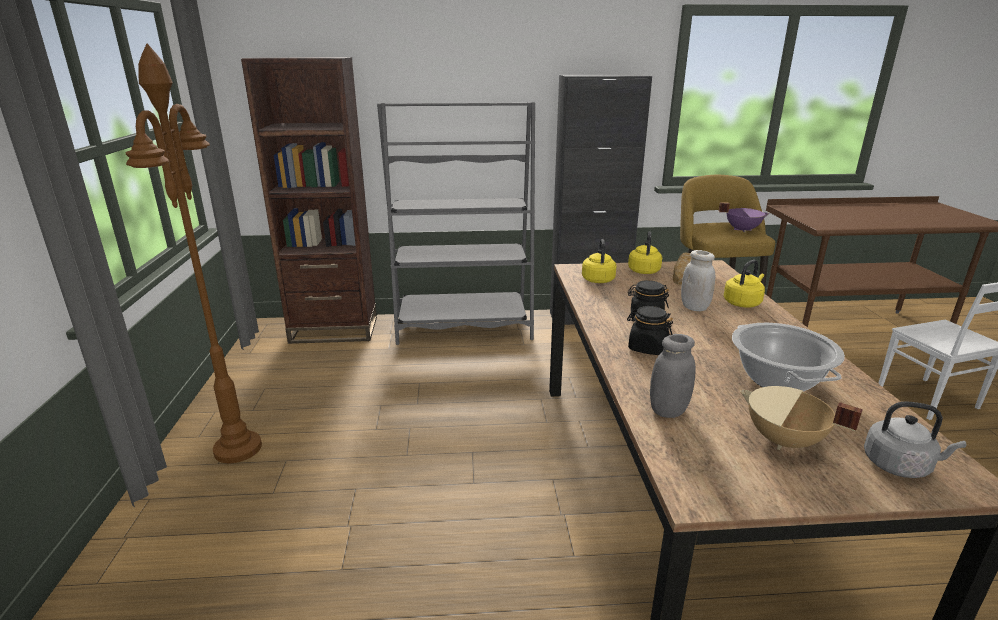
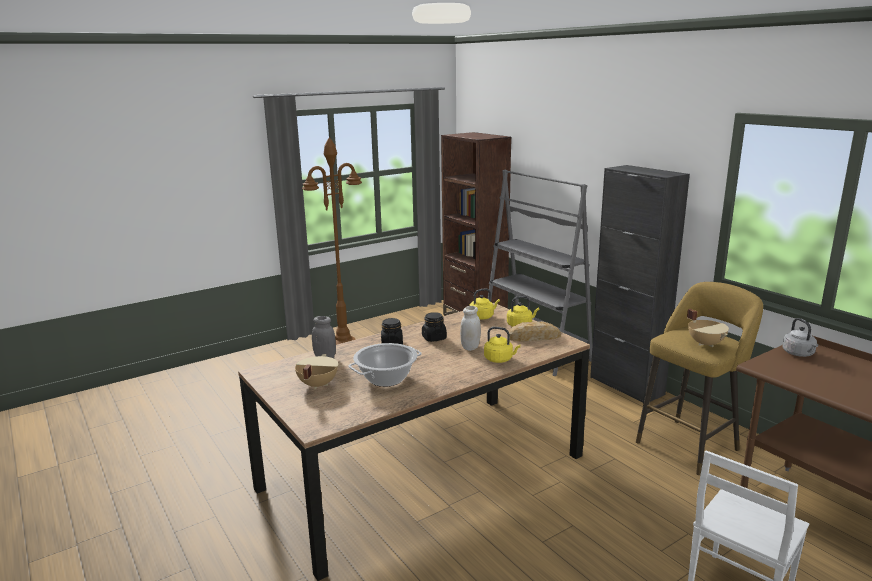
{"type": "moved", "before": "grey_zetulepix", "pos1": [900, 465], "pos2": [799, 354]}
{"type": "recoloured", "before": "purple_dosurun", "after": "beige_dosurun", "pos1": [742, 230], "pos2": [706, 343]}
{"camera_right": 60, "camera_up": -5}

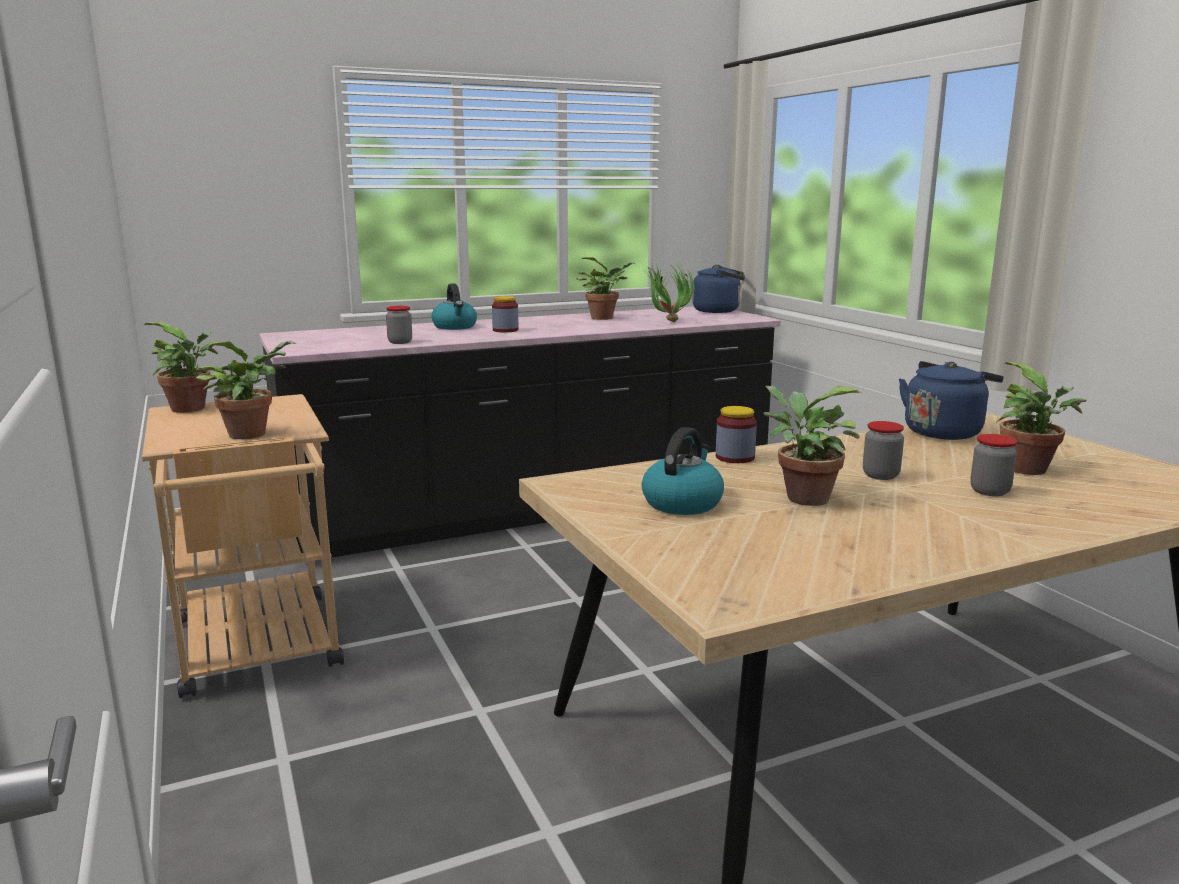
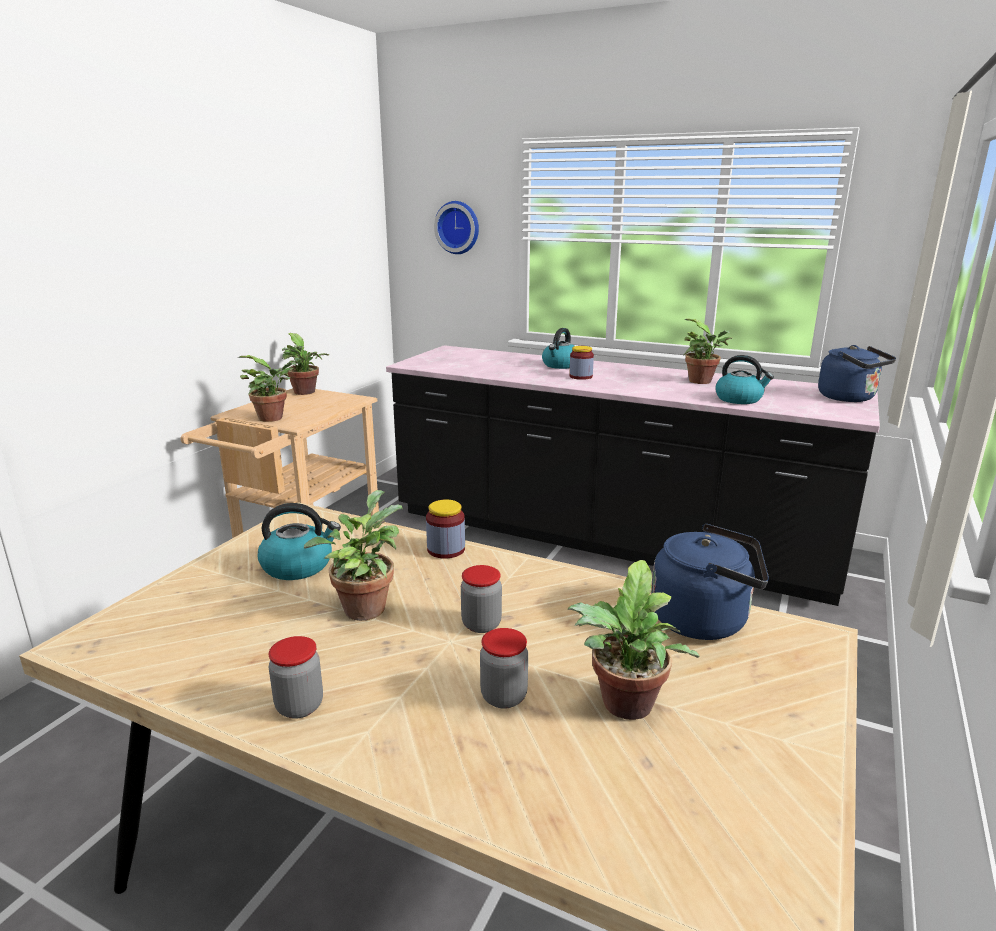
{"type": "added", "after": "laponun", "pos2": [458, 227]}
{"type": "moved", "before": "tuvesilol", "pos1": [400, 342], "pos2": [299, 706]}
{"type": "replaced", "before": "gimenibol", "after": "zetulepix", "pos1": [665, 322], "pos2": [739, 399]}
{"camera_right": 50, "camera_up": 5}

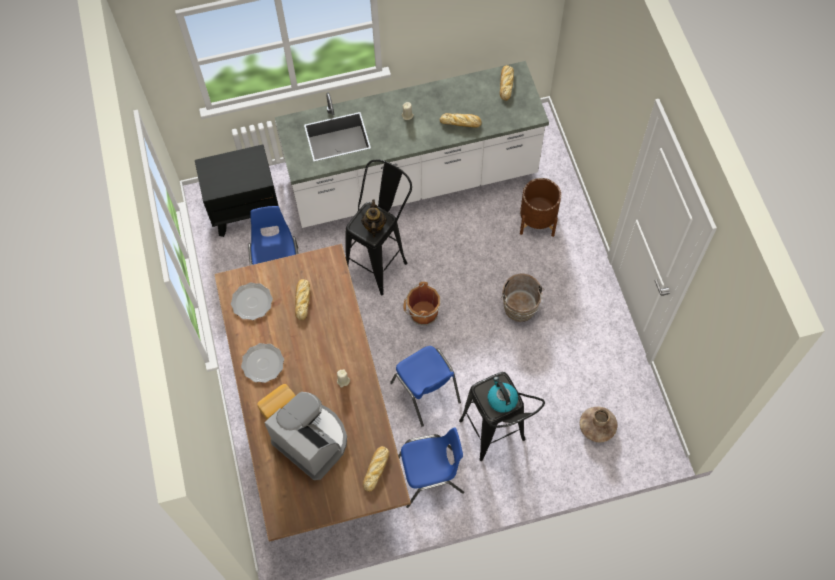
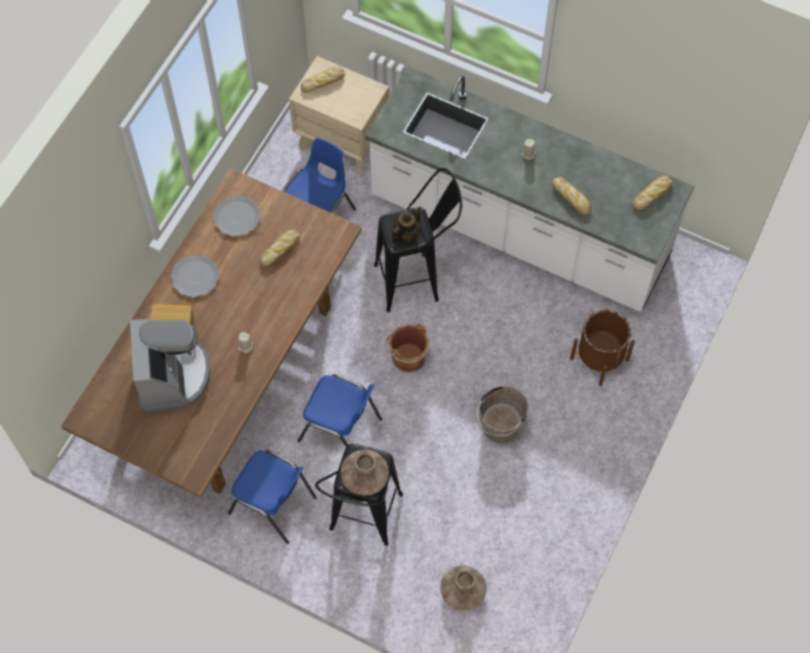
{"type": "moved", "before": "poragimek", "pos1": [376, 468], "pos2": [323, 81]}
{"type": "replaced", "before": "zetulepix", "after": "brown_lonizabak", "pos1": [501, 399], "pos2": [365, 477]}
{"type": "recoloured", "before": "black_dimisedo", "after": "beige_dimisedo", "pos1": [246, 210], "pos2": [342, 140]}
{"type": "turned", "before": "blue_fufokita", "pos1": [426, 393], "pos2": [341, 430], "turn": -75}
{"camera_right": 40, "camera_up": 0}

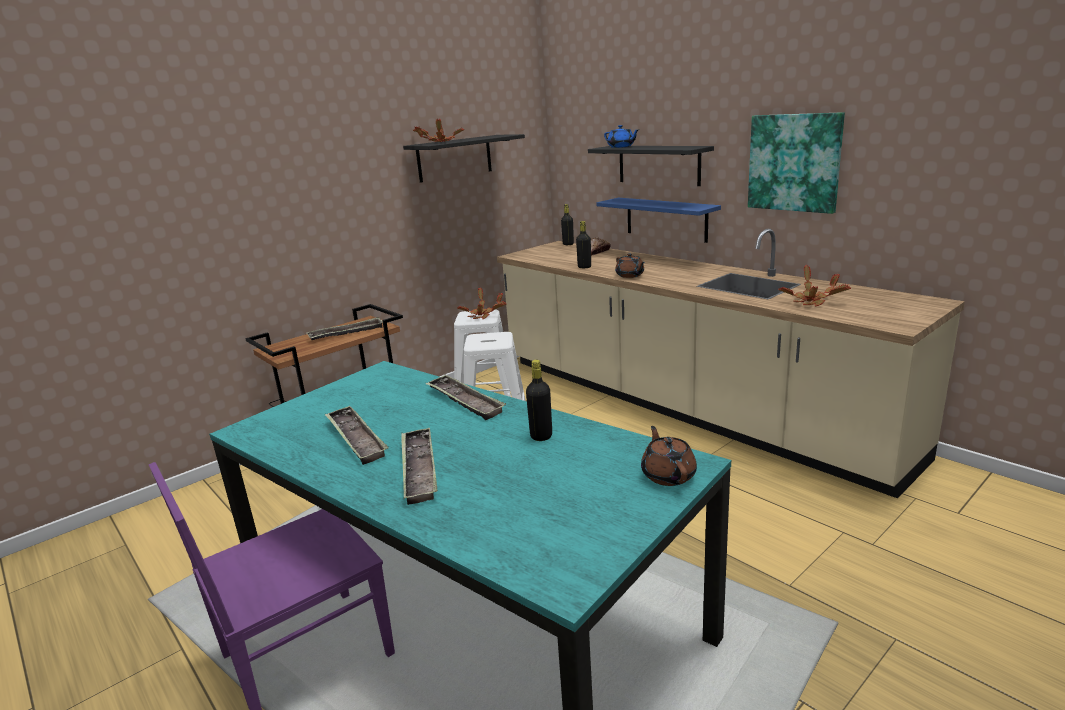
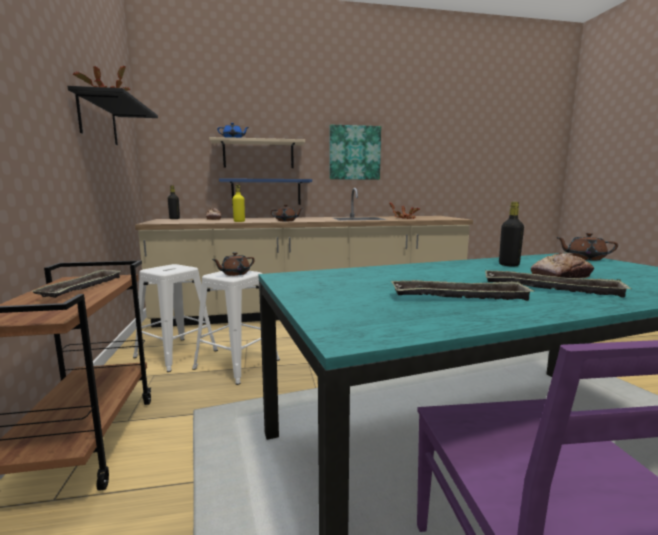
{"type": "removed", "before": "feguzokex", "pos1": [465, 401]}
{"type": "removed", "before": "gimenibol", "pos1": [483, 315]}
{"type": "added", "after": "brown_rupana", "pos2": [235, 274]}
{"type": "added", "after": "poragimek", "pos2": [561, 276]}
{"type": "recoloured", "before": "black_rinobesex", "after": "yellow_rinobesex", "pos1": [584, 267], "pos2": [239, 221]}
{"type": "recoloured", "before": "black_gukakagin", "after": "beige_gukakagin", "pos1": [658, 165], "pos2": [258, 154]}
{"camera_right": -60, "camera_up": -10}

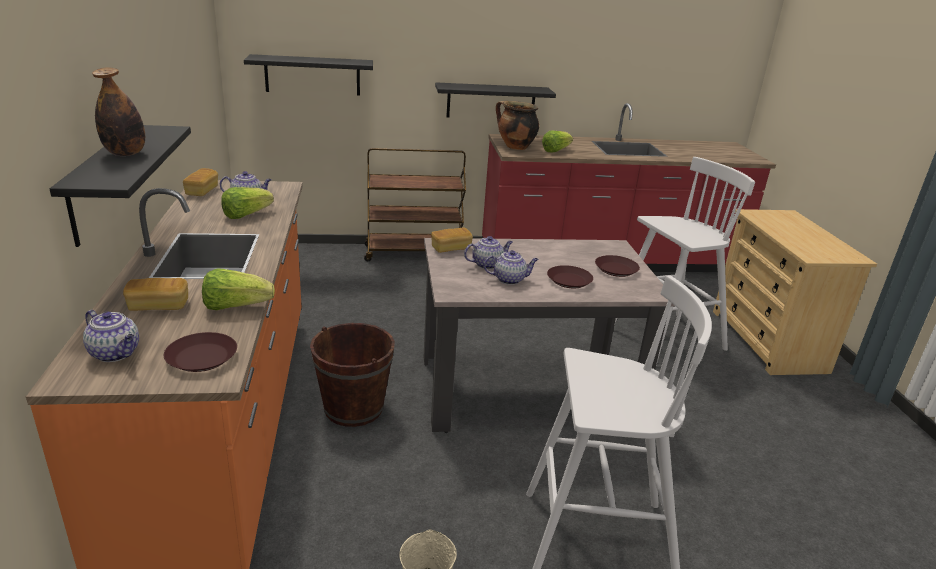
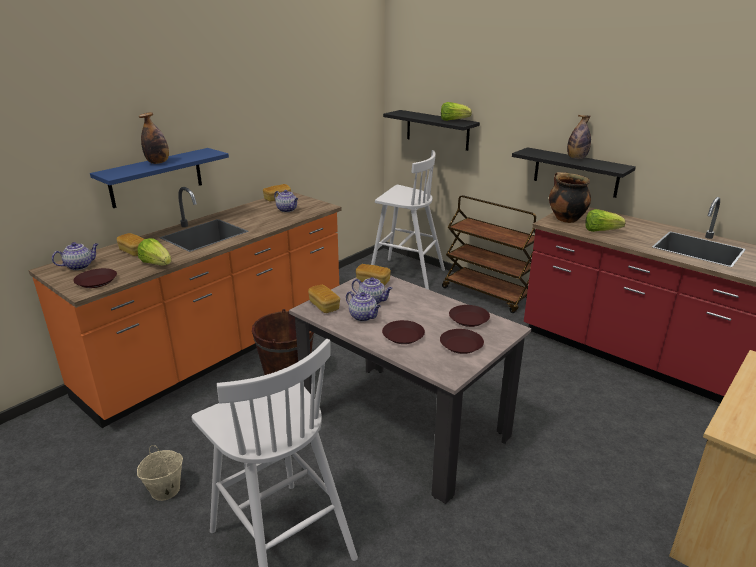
{"type": "added", "after": "poragimek", "pos2": [324, 306]}
{"type": "added", "after": "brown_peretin", "pos2": [469, 319]}
{"type": "added", "after": "rinobesex", "pos2": [576, 158]}
{"type": "moved", "before": "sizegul", "pos1": [246, 215], "pos2": [453, 120]}
{"type": "moved", "before": "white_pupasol", "pos1": [664, 339], "pos2": [405, 274]}
{"type": "recoloured", "before": "black_gukakagin", "after": "blue_gukakagin", "pos1": [102, 183], "pos2": [156, 177]}
{"type": "turned", "before": "rupana", "pos1": [116, 353], "pos2": [80, 266], "turn": -120}
{"camera_right": 50, "camera_up": 0}

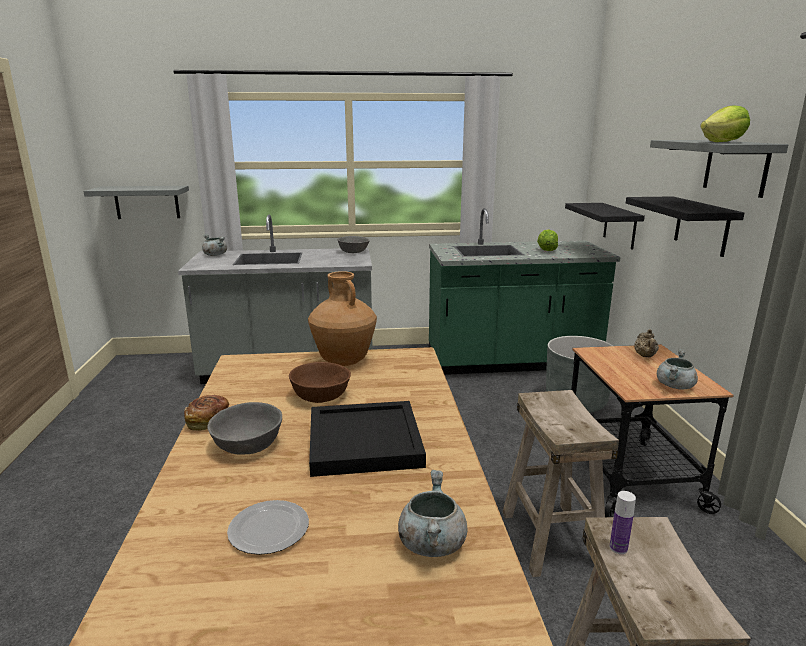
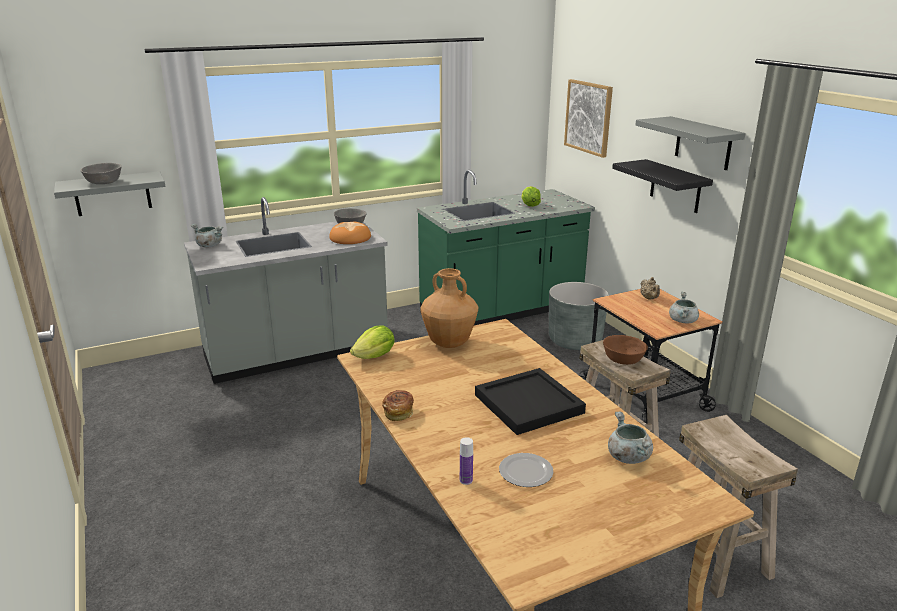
{"type": "removed", "before": "black_gukakagin", "pos1": [620, 225]}
{"type": "added", "after": "poragimek", "pos2": [350, 238]}
{"type": "added", "after": "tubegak", "pos2": [588, 117]}
{"type": "moved", "before": "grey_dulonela", "pos1": [248, 445], "pos2": [104, 182]}
{"type": "moved", "before": "brown_dulonela", "pos1": [321, 396], "pos2": [623, 359]}
{"type": "moved", "before": "rinobesex", "pos1": [618, 548], "pos2": [466, 480]}
{"type": "moved", "before": "sizegul", "pos1": [723, 142], "pos2": [375, 356]}
{"camera_right": -20, "camera_up": 5}

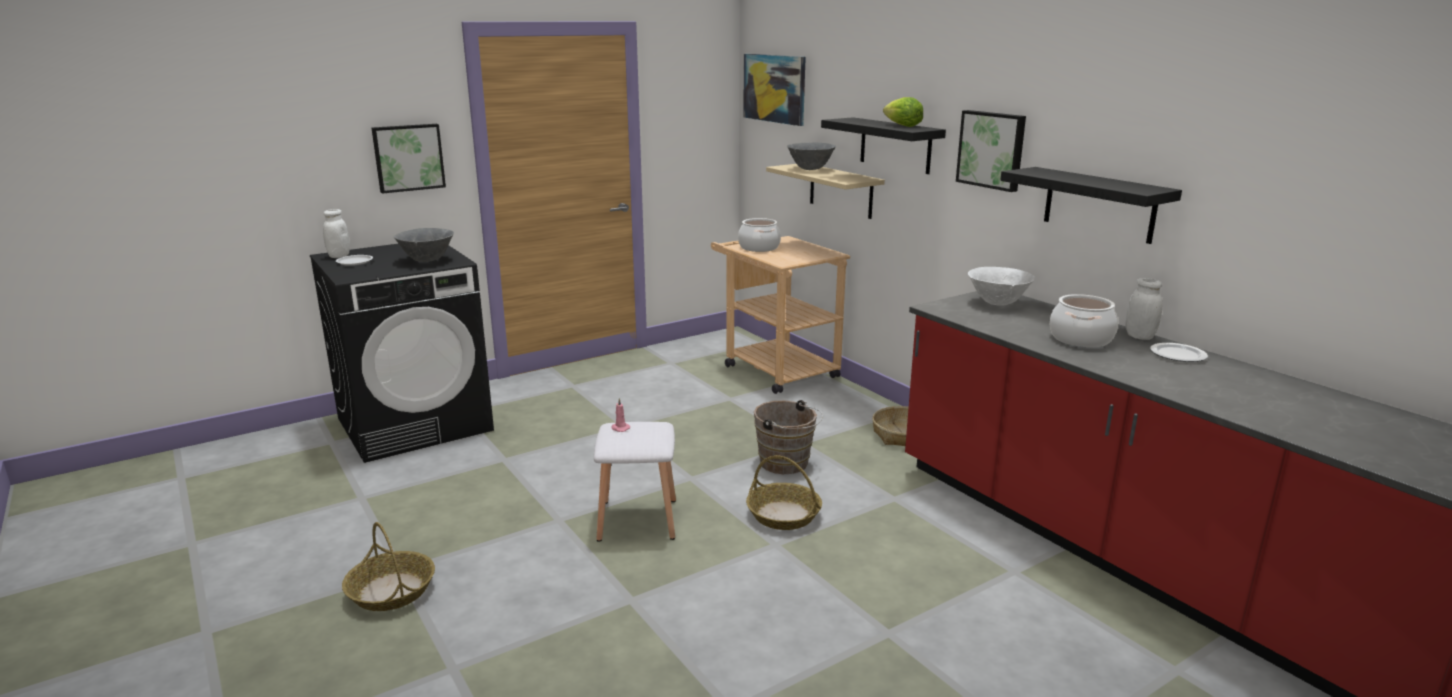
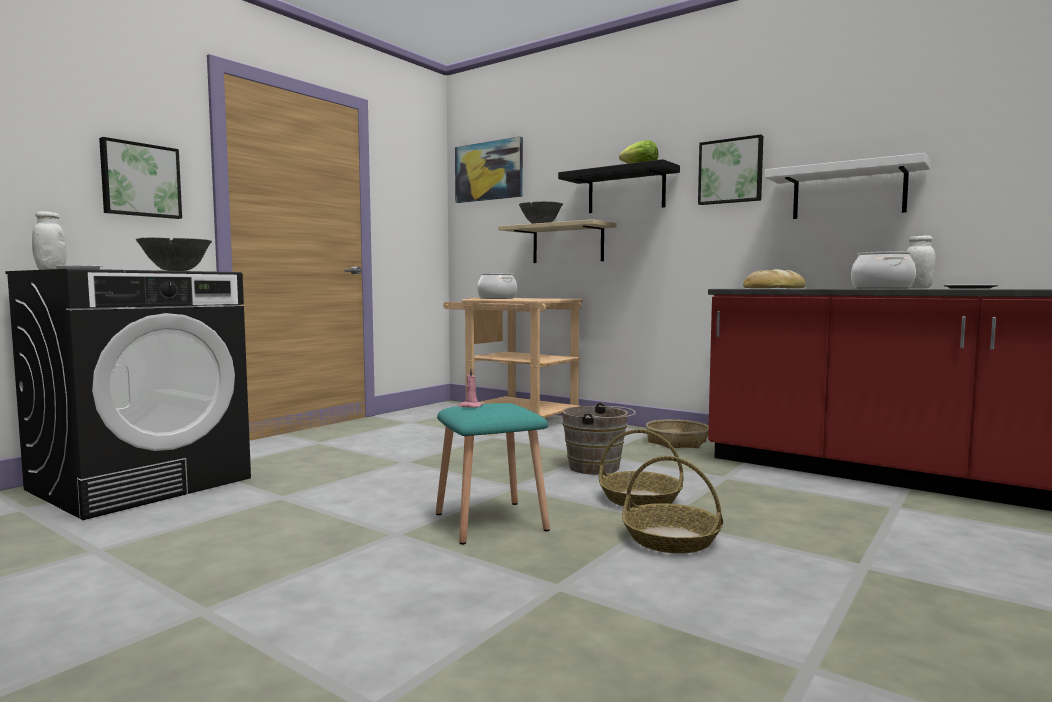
{"type": "moved", "before": "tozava", "pos1": [392, 591], "pos2": [671, 539]}
{"type": "replaced", "before": "white_dulonela", "after": "poragimek", "pos1": [998, 303], "pos2": [772, 288]}
{"type": "recoloured", "before": "white_pupasol", "after": "turquoise_pupasol", "pos1": [639, 519], "pos2": [492, 521]}
{"type": "recoloured", "before": "black_gukakagin", "after": "white_gukakagin", "pos1": [1099, 204], "pos2": [848, 192]}
{"camera_right": -20, "camera_up": -15}

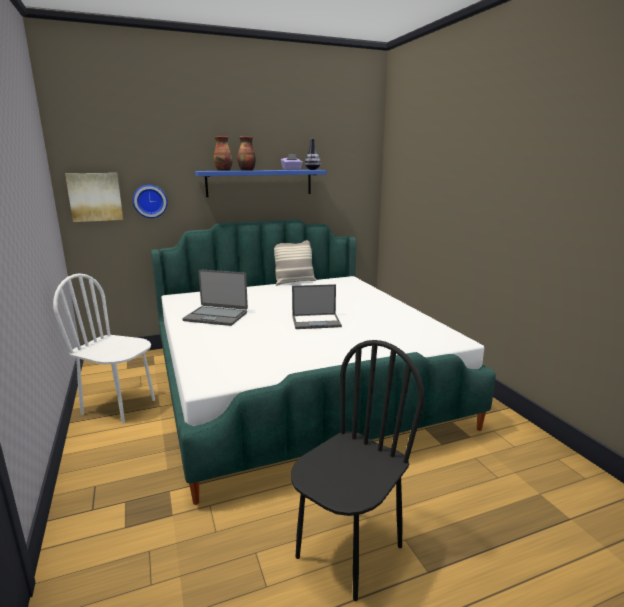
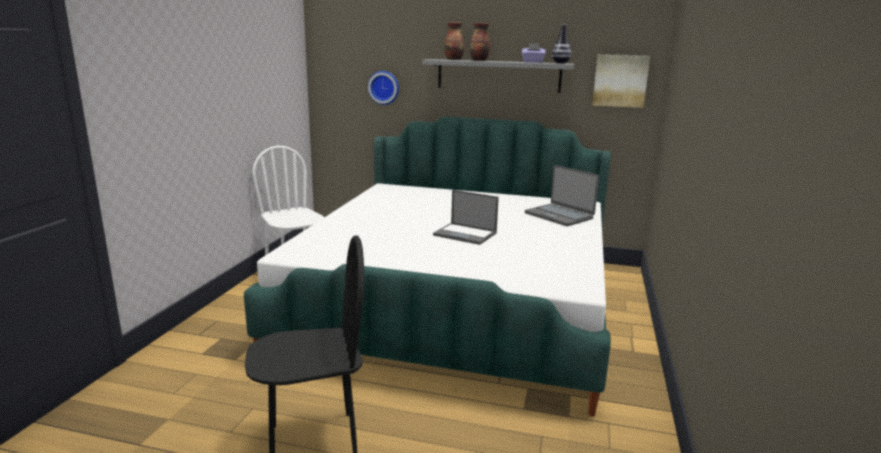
{"type": "removed", "before": "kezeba", "pos1": [294, 282]}
{"type": "moved", "before": "tubegak", "pos1": [95, 197], "pos2": [620, 80]}
{"type": "moved", "before": "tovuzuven", "pos1": [216, 316], "pos2": [559, 216]}
{"type": "recoloured", "before": "blue_gukakagin", "after": "grey_gukakagin", "pos1": [259, 182], "pos2": [498, 75]}
{"camera_right": 35, "camera_up": 0}

